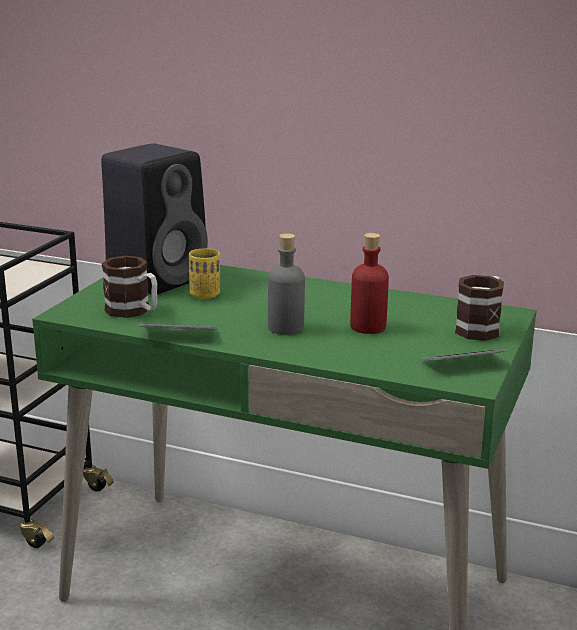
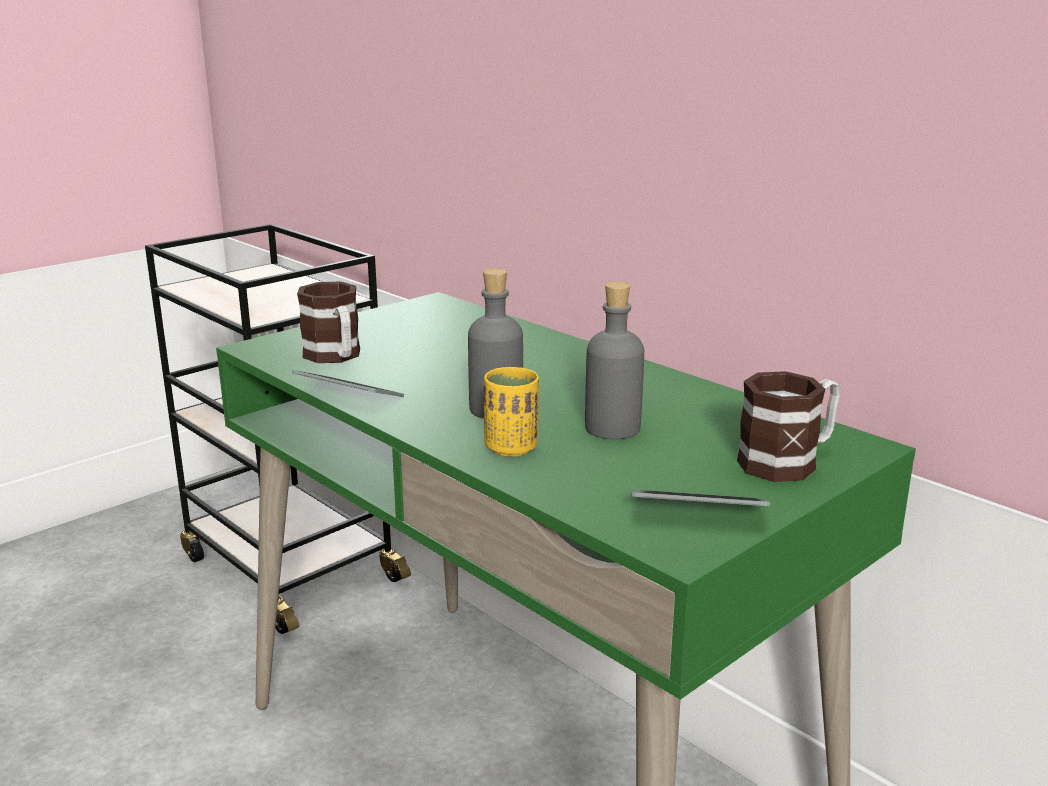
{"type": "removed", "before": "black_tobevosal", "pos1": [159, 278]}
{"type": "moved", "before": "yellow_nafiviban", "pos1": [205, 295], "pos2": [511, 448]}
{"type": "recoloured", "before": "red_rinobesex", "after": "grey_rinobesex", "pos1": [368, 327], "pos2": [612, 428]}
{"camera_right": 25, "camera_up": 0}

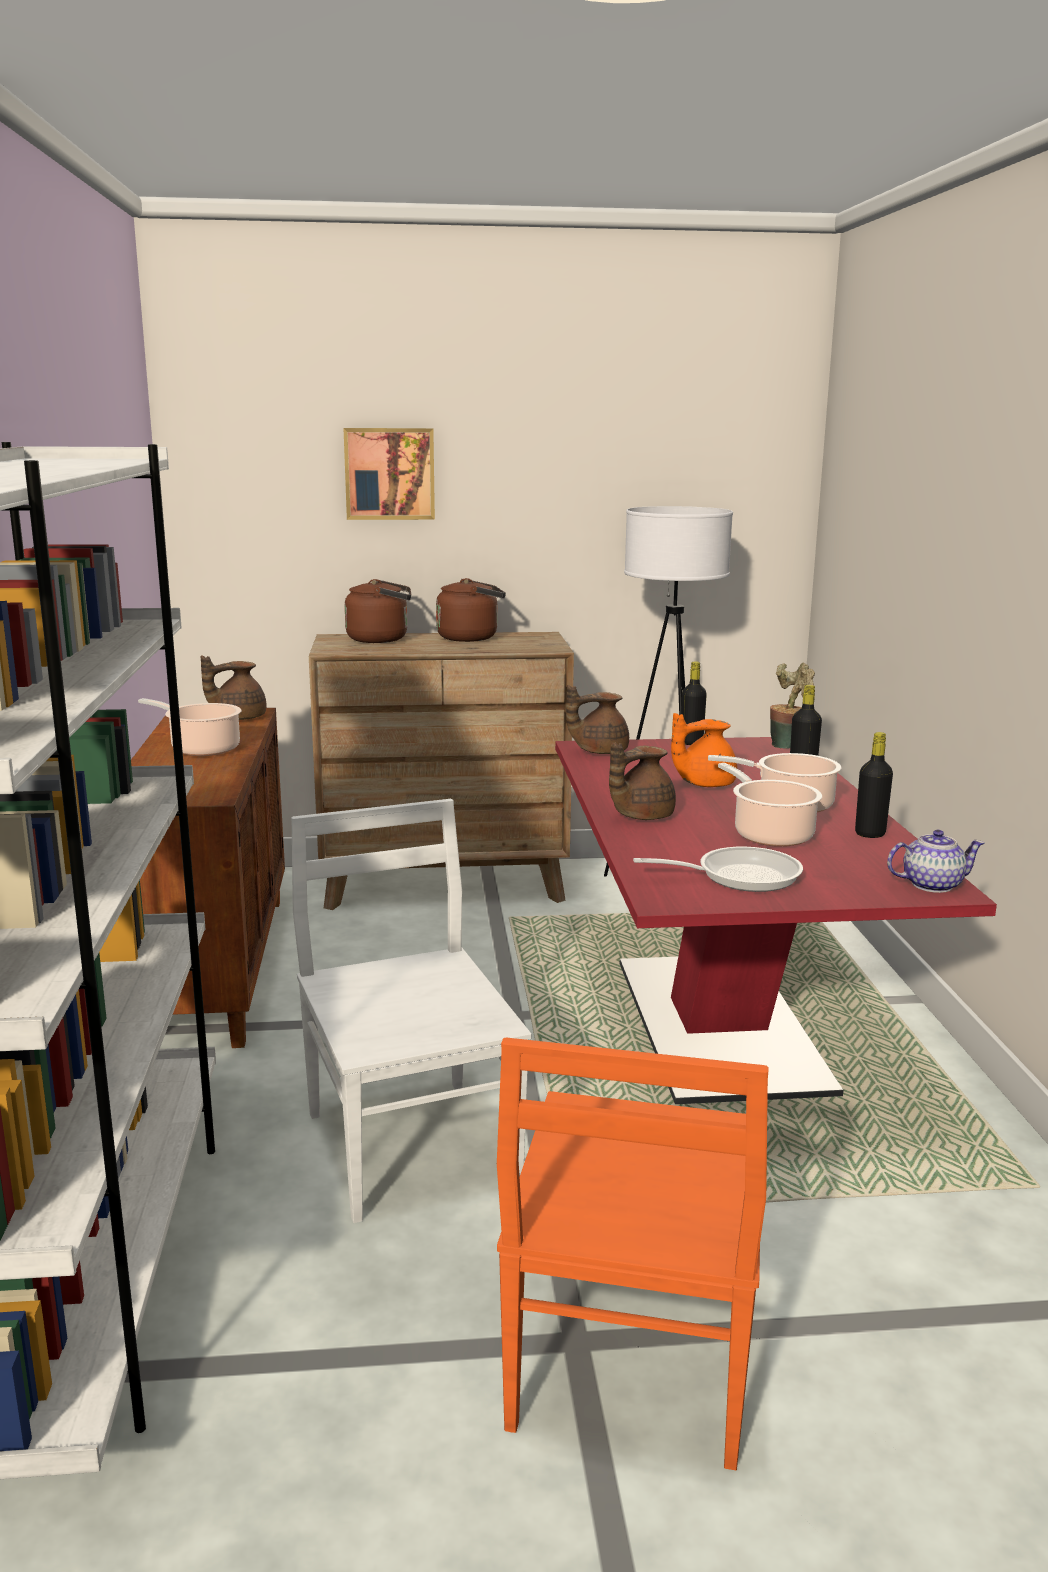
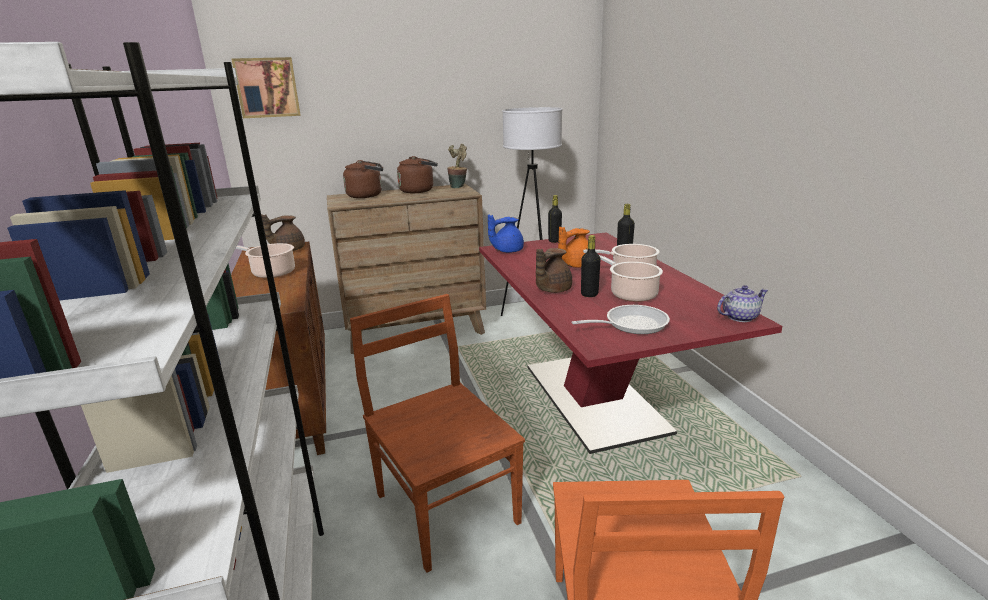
{"type": "moved", "before": "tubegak", "pos1": [389, 473], "pos2": [267, 87]}
{"type": "moved", "before": "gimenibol", "pos1": [788, 745], "pos2": [459, 187]}
{"type": "moved", "before": "black_rinobesex", "pos1": [870, 834], "pos2": [589, 294]}
{"type": "recoloured", "before": "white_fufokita", "after": "brown_fufokita", "pos1": [410, 1143], "pos2": [445, 505]}
{"type": "recoloured", "before": "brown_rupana", "after": "blue_rupana", "pos1": [599, 751], "pos2": [507, 251]}
{"camera_right": -10, "camera_up": 5}

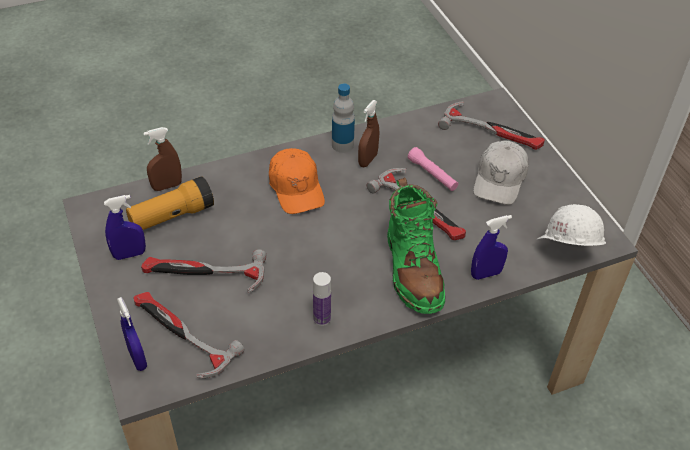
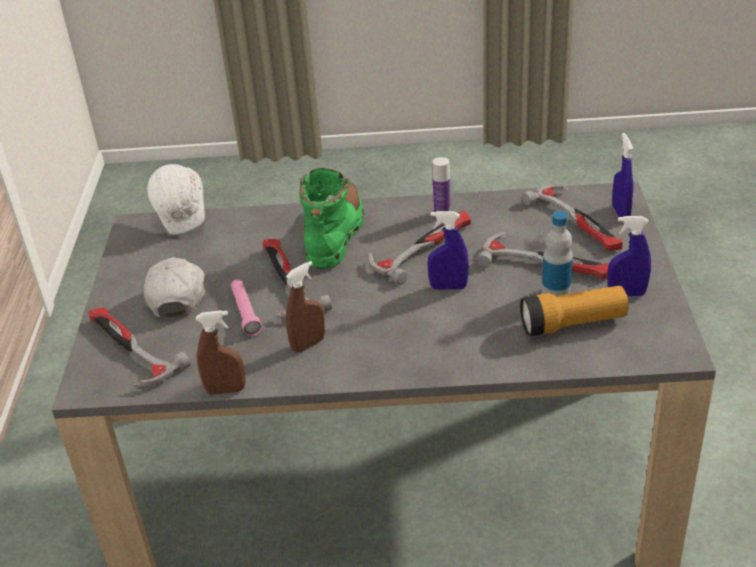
{"type": "removed", "before": "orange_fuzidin", "pos1": [296, 188]}
{"type": "added", "after": "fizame", "pos2": [423, 247]}
{"type": "moved", "before": "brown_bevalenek", "pos1": [167, 186], "pos2": [226, 390]}
{"type": "moved", "before": "rinobesex", "pos1": [342, 145], "pos2": [556, 293]}
{"type": "moved", "before": "blue_bevalenek", "pos1": [486, 274], "pos2": [448, 287]}
{"type": "turned", "before": "white_fuzidin", "pos1": [500, 179], "pos2": [177, 294], "turn": -45}
{"camera_right": -155, "camera_up": -10}

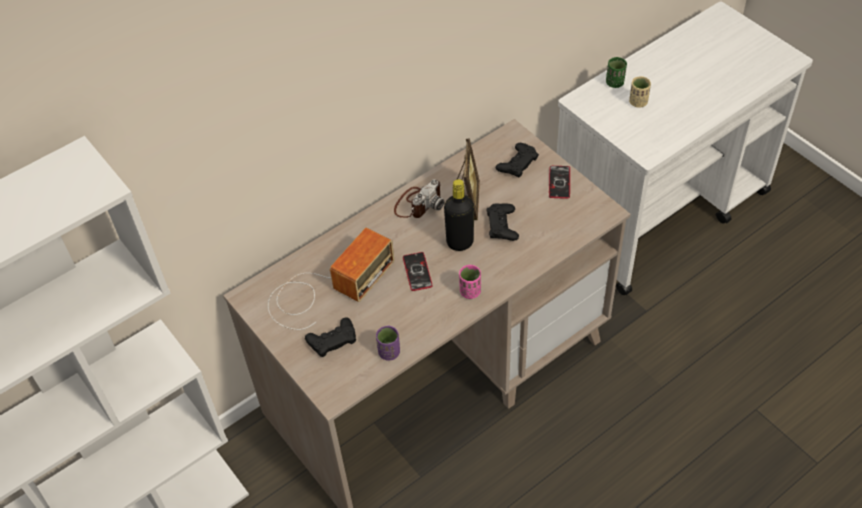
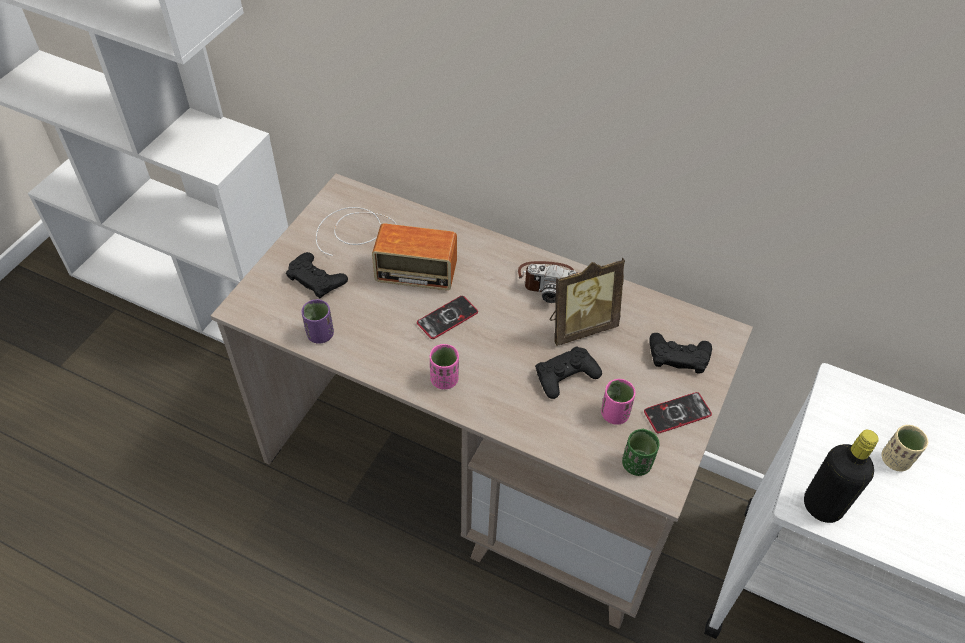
{"type": "added", "after": "pink_nafiviban", "pos2": [614, 414]}
{"type": "moved", "before": "black_rinobesex", "pos1": [460, 242], "pos2": [822, 506]}
{"type": "moved", "before": "green_nafiviban", "pos1": [614, 83], "pos2": [636, 464]}
{"camera_right": 60, "camera_up": 0}

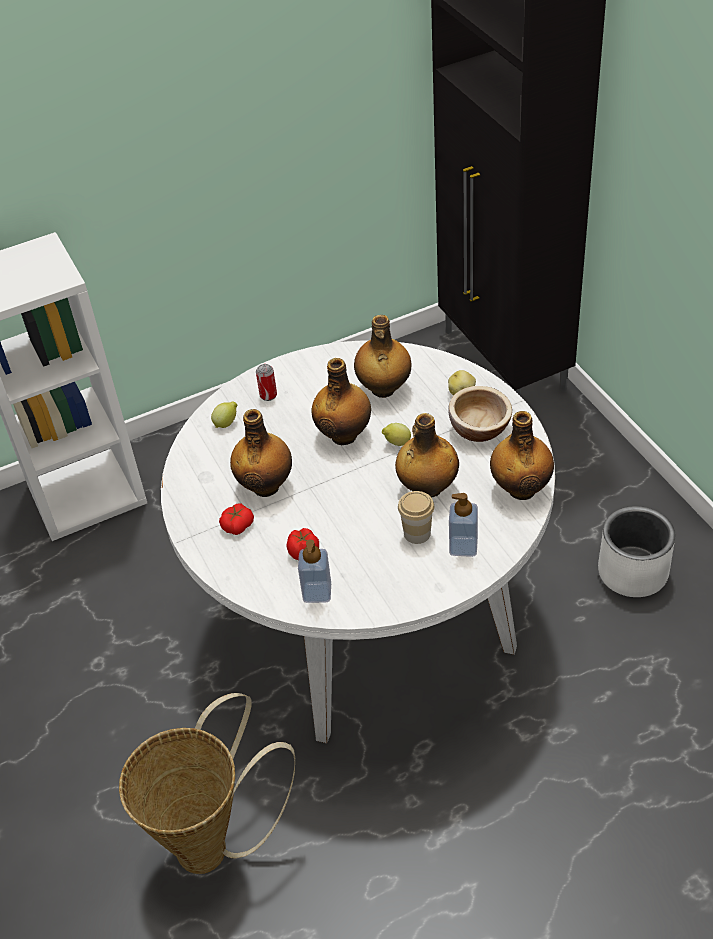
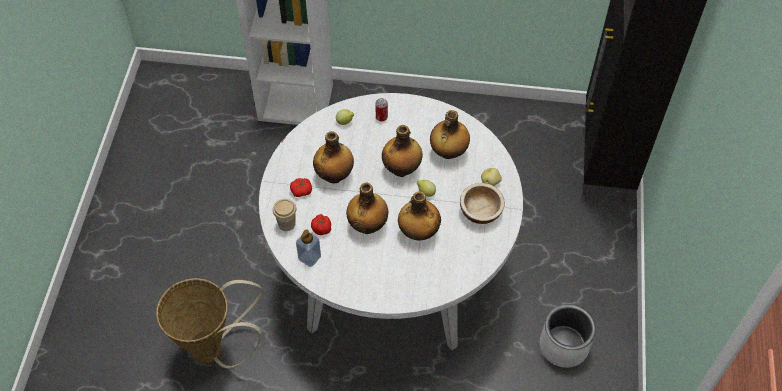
{"type": "removed", "before": "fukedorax", "pos1": [463, 547]}
{"type": "moved", "before": "nafiviban", "pos1": [417, 533], "pos2": [286, 223]}
{"type": "moved", "before": "rinobesex", "pos1": [521, 488], "pos2": [368, 225]}
{"camera_right": 30, "camera_up": 10}

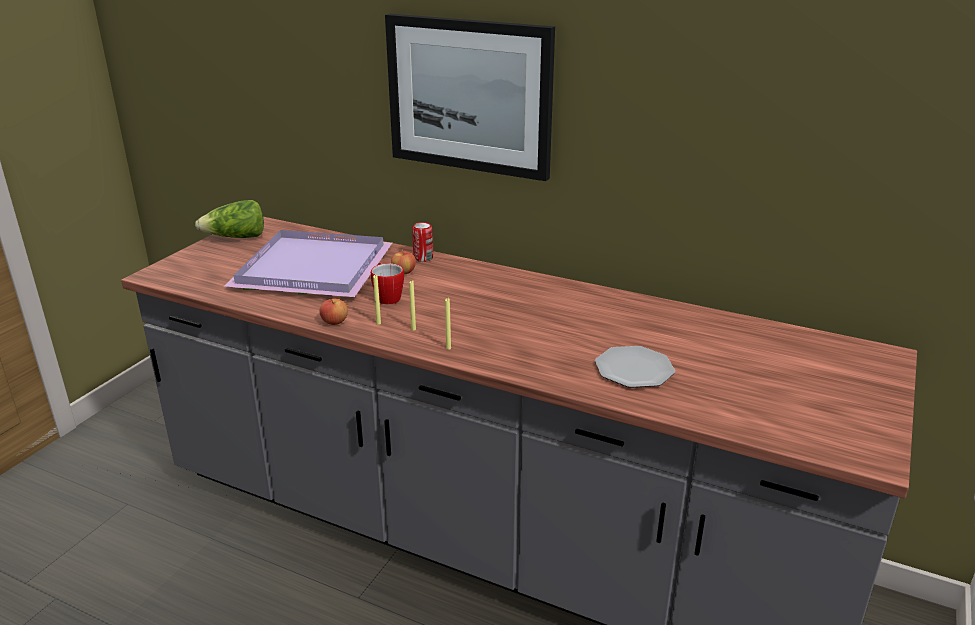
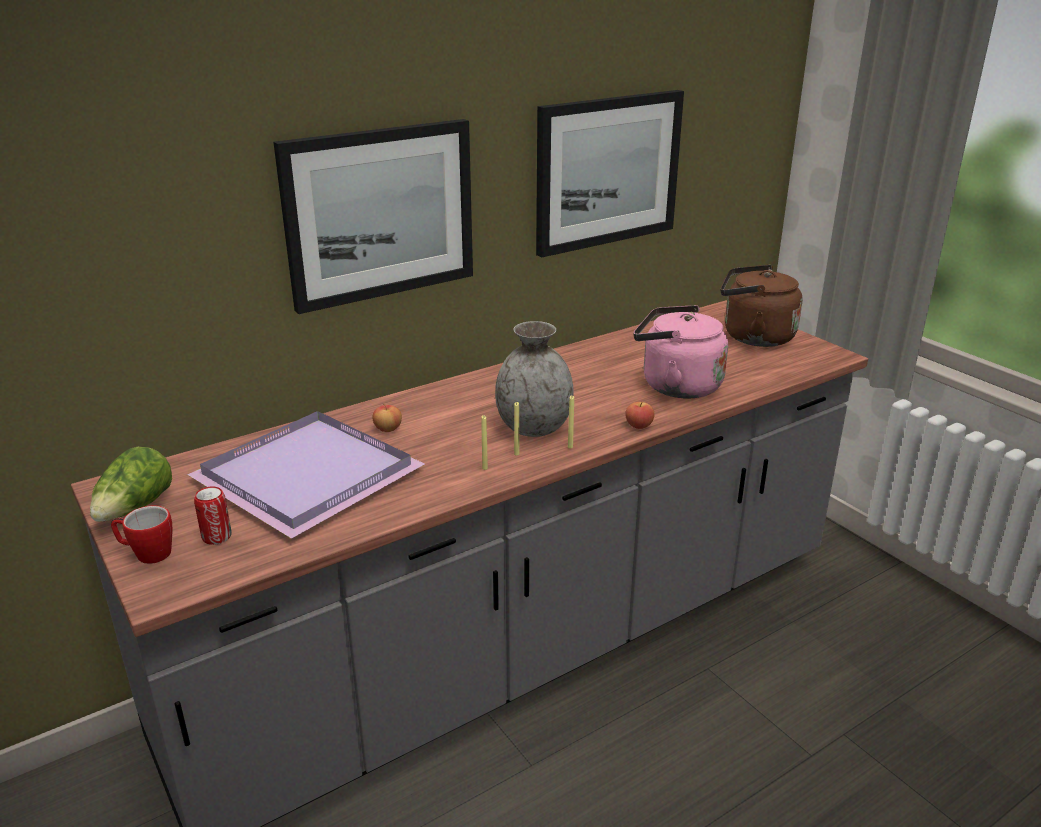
{"type": "added", "after": "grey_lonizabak", "pos2": [534, 428]}
{"type": "added", "after": "tubegak", "pos2": [607, 171]}
{"type": "added", "after": "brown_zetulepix", "pos2": [753, 337]}
{"type": "moved", "before": "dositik", "pos1": [334, 322], "pos2": [639, 425]}
{"type": "moved", "before": "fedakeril", "pos1": [387, 297], "pos2": [147, 554]}
{"type": "moved", "before": "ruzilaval", "pos1": [423, 258], "pos2": [217, 537]}
{"type": "replaced", "before": "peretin", "after": "pink_zetulepix", "pos1": [634, 369], "pos2": [675, 385]}
{"camera_right": -60, "camera_up": 0}

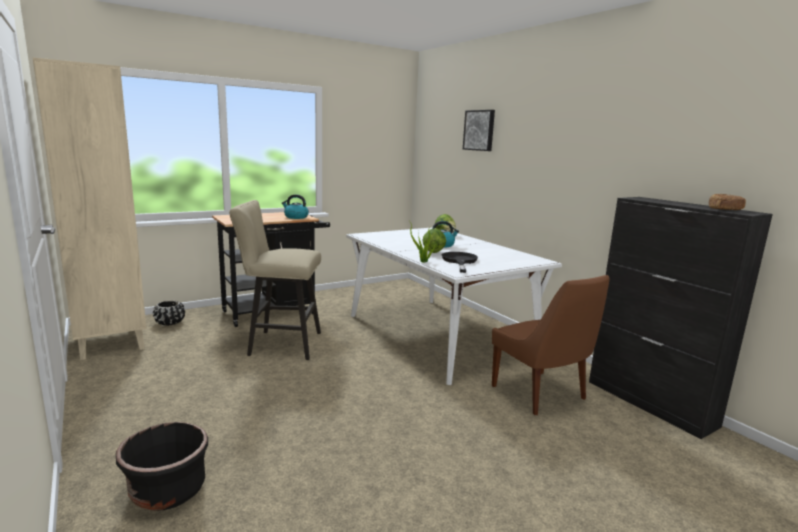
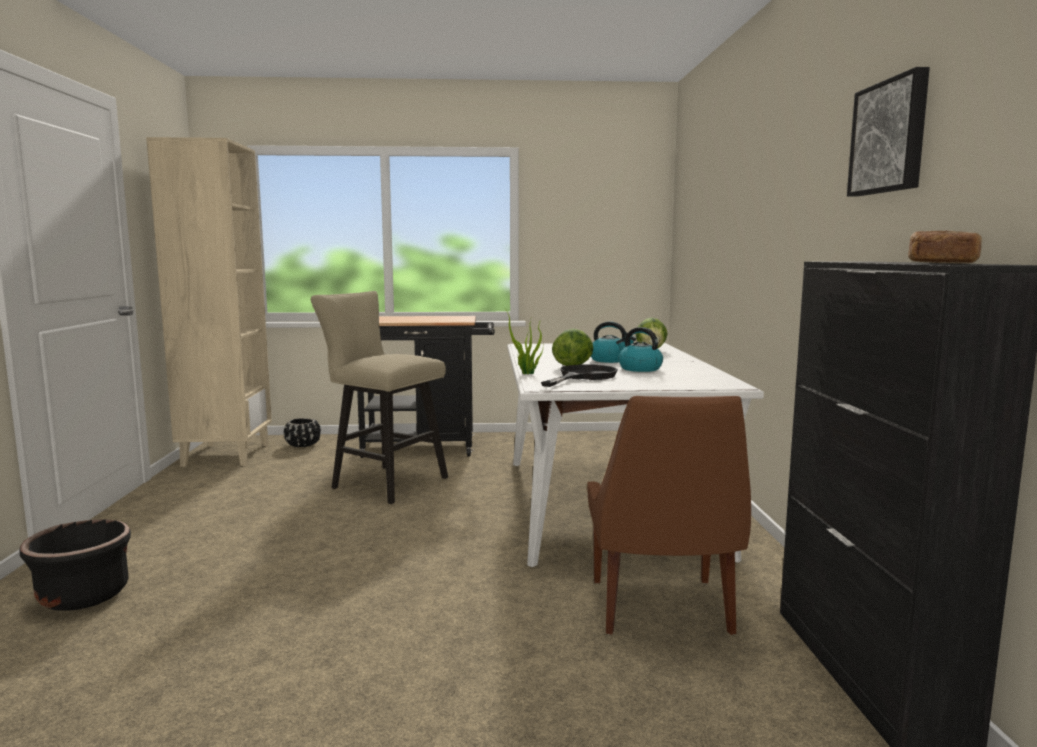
{"type": "moved", "before": "zetulepix", "pos1": [295, 217], "pos2": [639, 368]}
{"type": "moved", "before": "tubegak", "pos1": [479, 130], "pos2": [890, 137]}
{"camera_right": 30, "camera_up": -5}

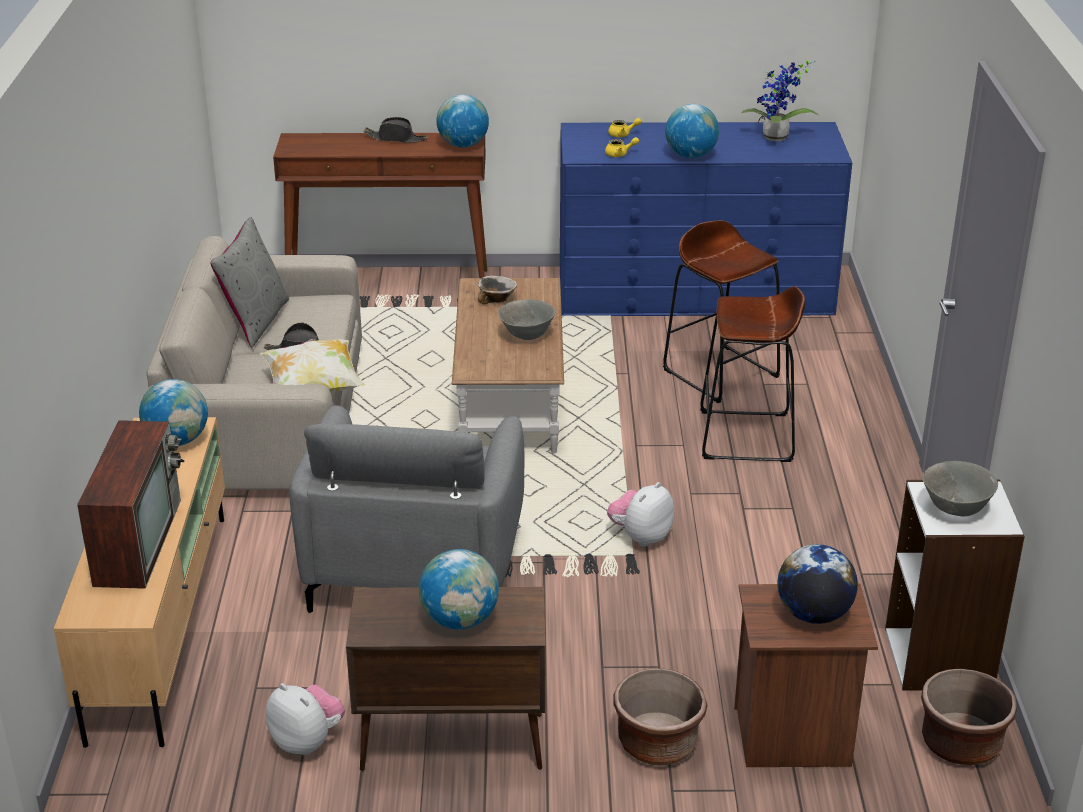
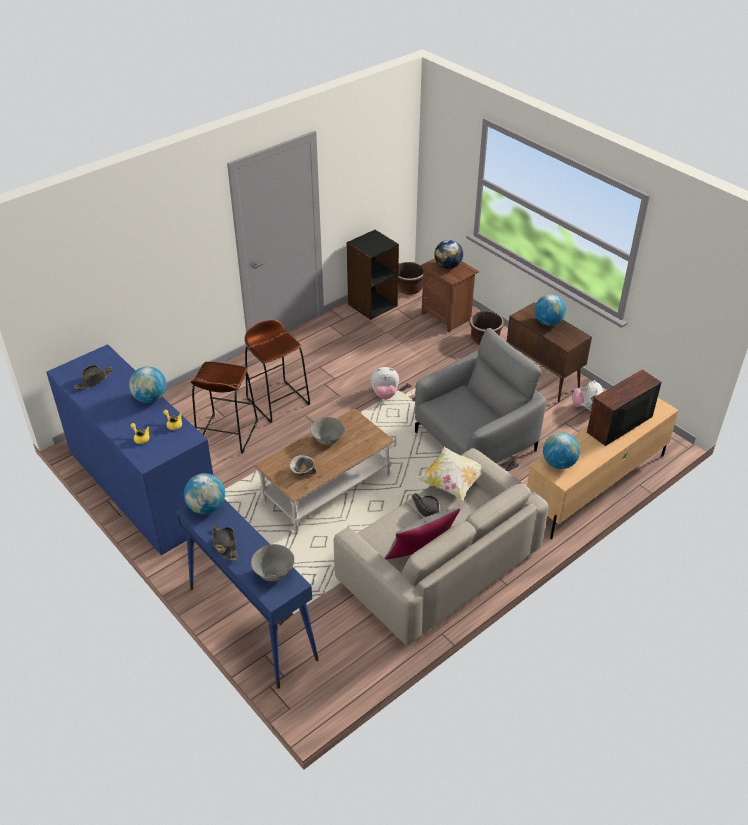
{"type": "moved", "before": "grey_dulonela", "pos1": [956, 509], "pos2": [274, 573]}
{"type": "replaced", "before": "gimenibol", "after": "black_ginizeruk", "pos1": [776, 139], "pos2": [94, 380]}
{"type": "recoloured", "before": "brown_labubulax", "after": "blue_labubulax", "pos1": [389, 284], "pos2": [251, 622]}
{"type": "recoloured", "before": "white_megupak", "after": "black_megupak", "pos1": [940, 659], "pos2": [372, 304]}
{"camera_right": -130, "camera_up": 10}

